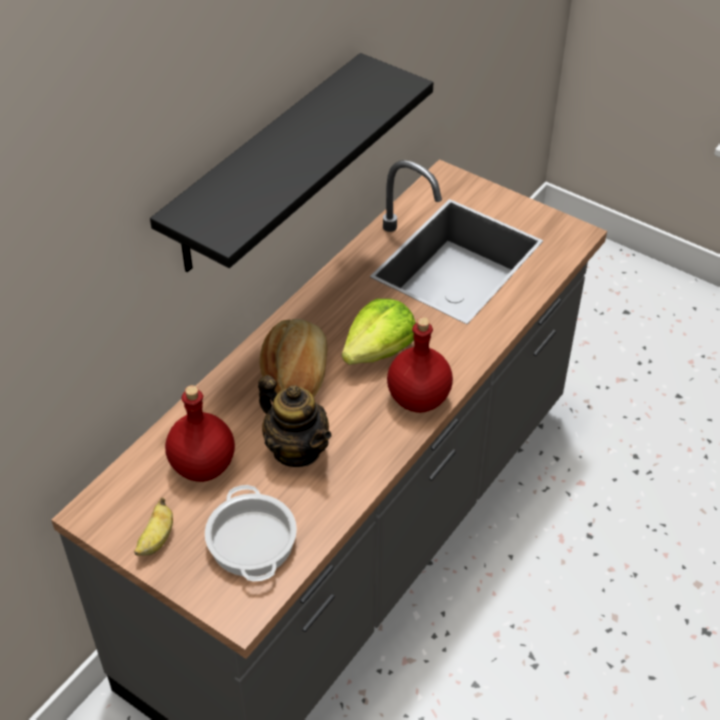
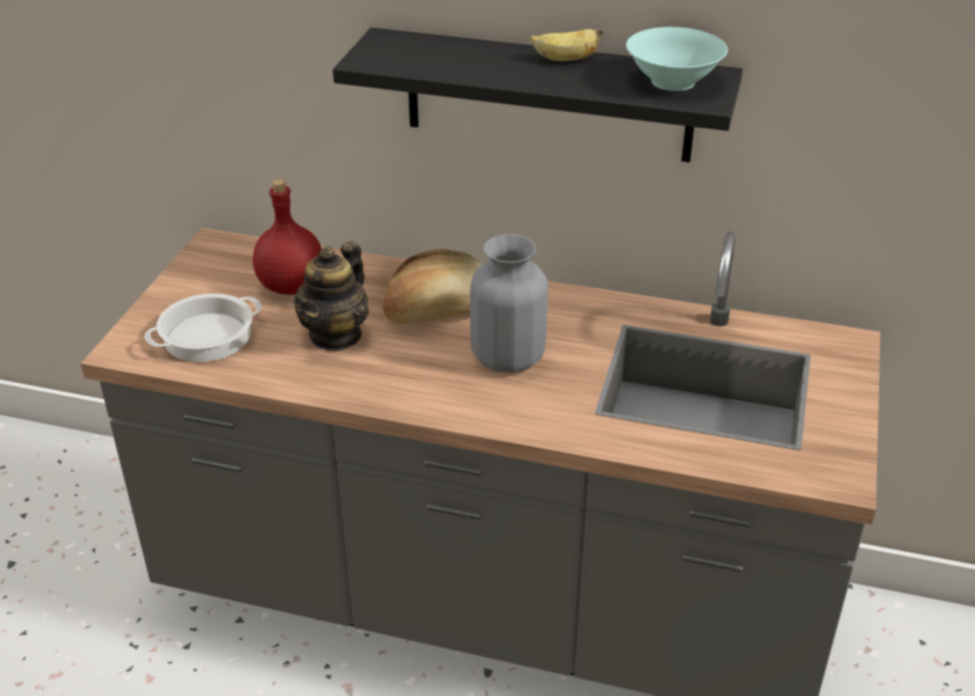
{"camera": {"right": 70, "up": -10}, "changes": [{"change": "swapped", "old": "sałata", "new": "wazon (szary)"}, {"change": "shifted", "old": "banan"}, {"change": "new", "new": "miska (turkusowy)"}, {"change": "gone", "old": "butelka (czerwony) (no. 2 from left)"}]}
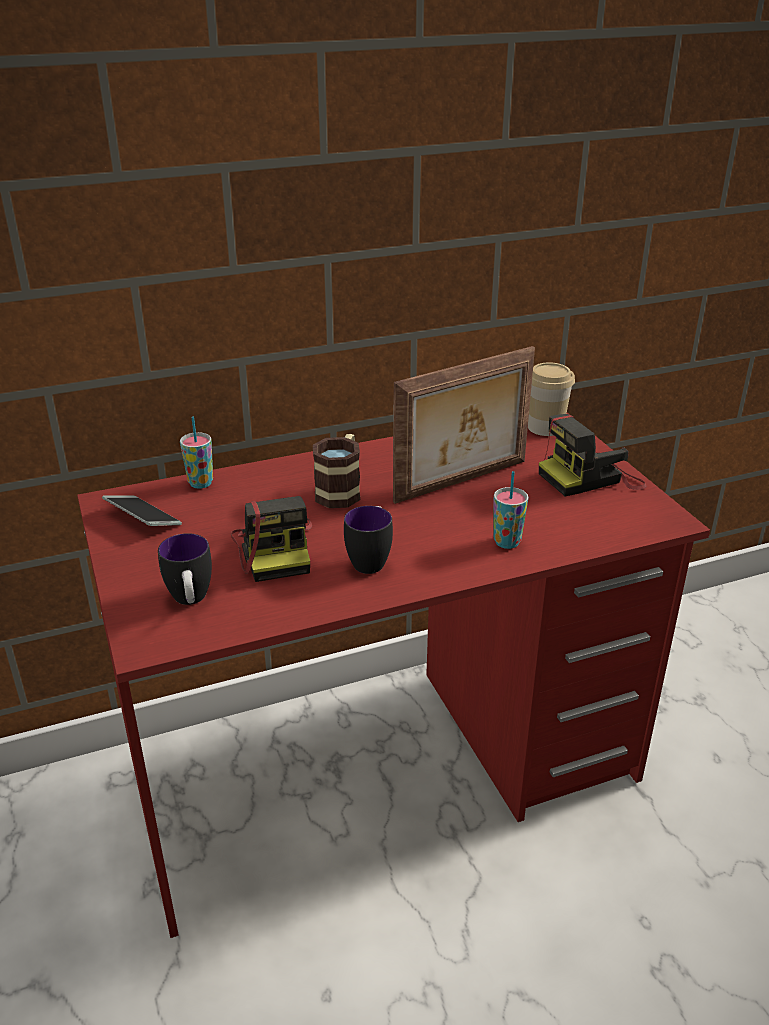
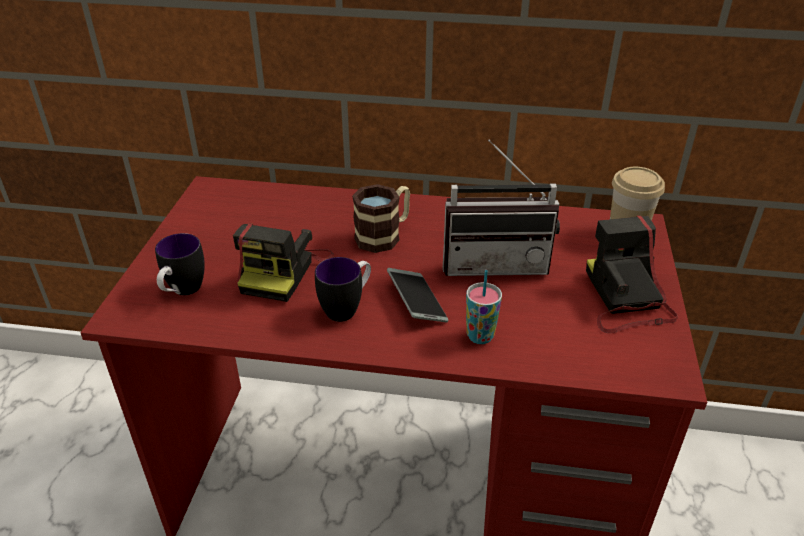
{"camera": {"right": 30, "up": 5}, "changes": [{"change": "shifted", "old": "telefon"}, {"change": "swapped", "old": "ramka na zdjęcie", "new": "radio"}, {"change": "rotated", "old": "aparat fotograficzny (no. 2 from left)", "degrees": 75}, {"change": "gone", "old": "filiżanka (no. 1 from left)"}]}
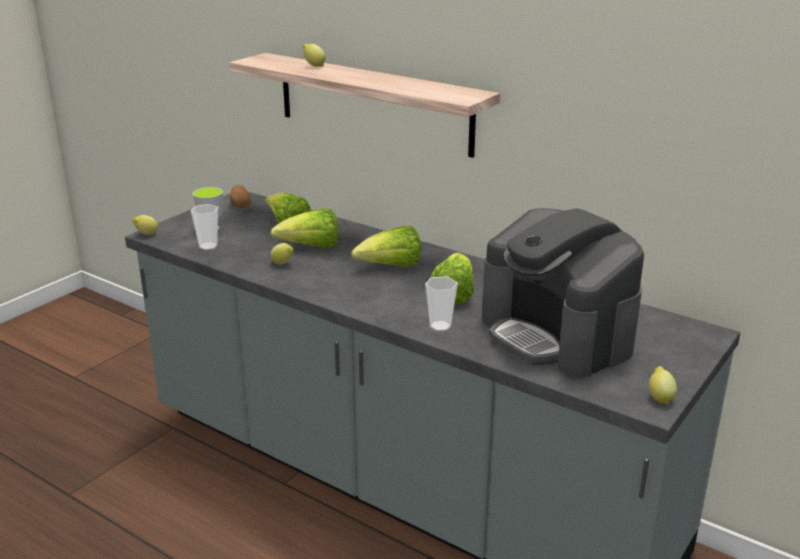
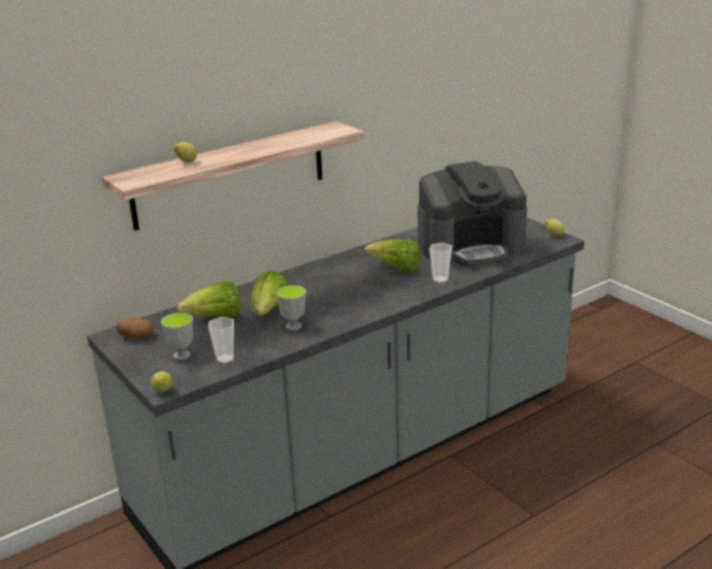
{"camera": {"right": -70, "up": 0}, "changes": [{"change": "swapped", "old": "cytryna (no. 2 from left)", "new": "filiżanka (no. 3 from left)"}, {"change": "gone", "old": "sałata (no. 3 from left)"}]}
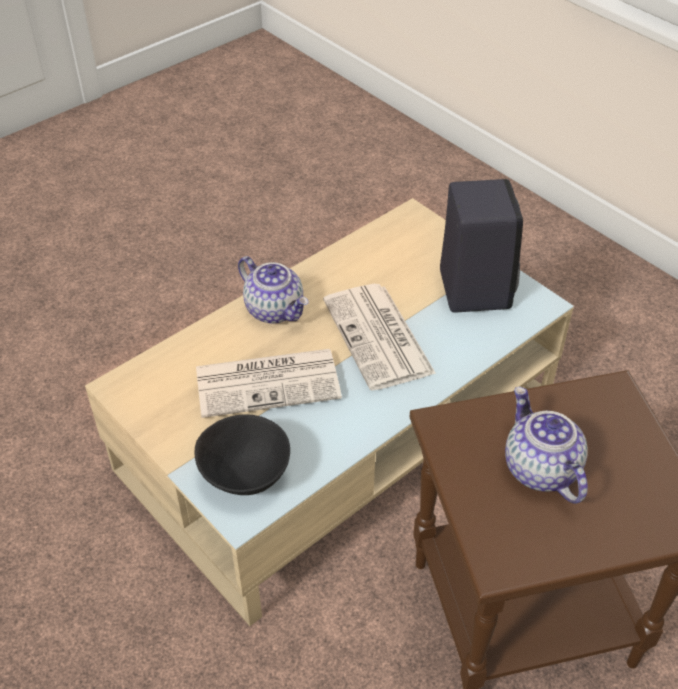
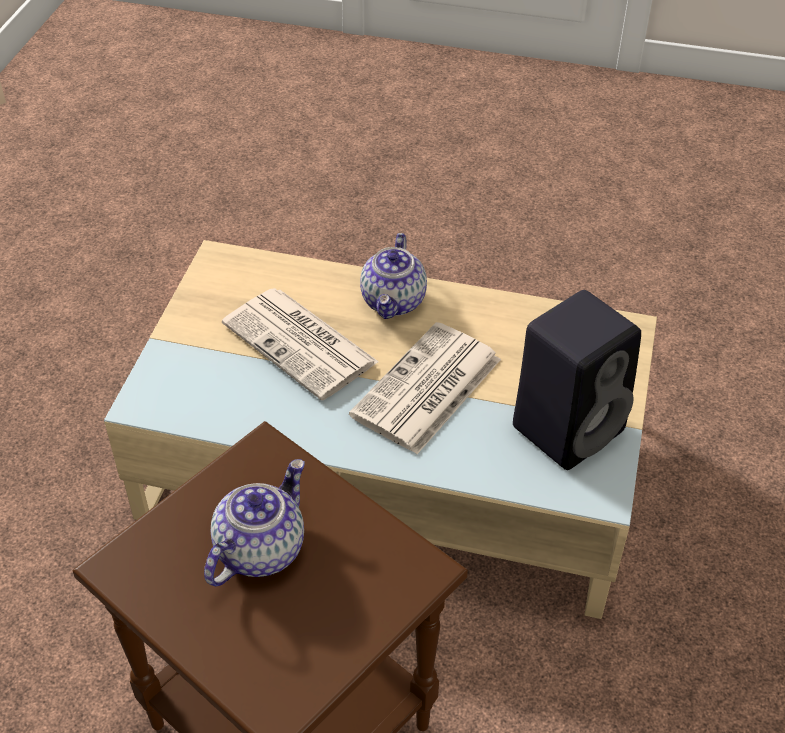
{"camera": {"right": 55, "up": 0}, "changes": [{"change": "gone", "old": "miska (czarny)"}]}
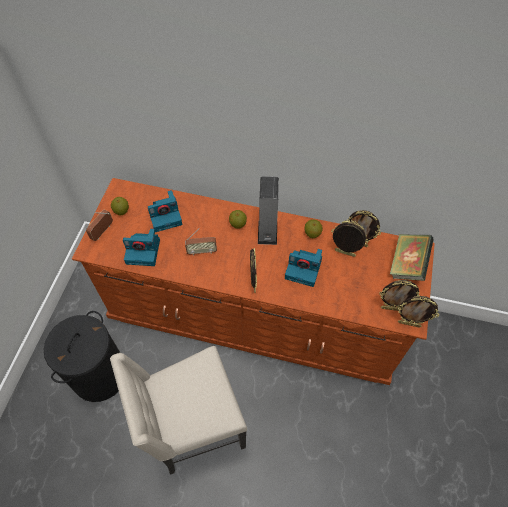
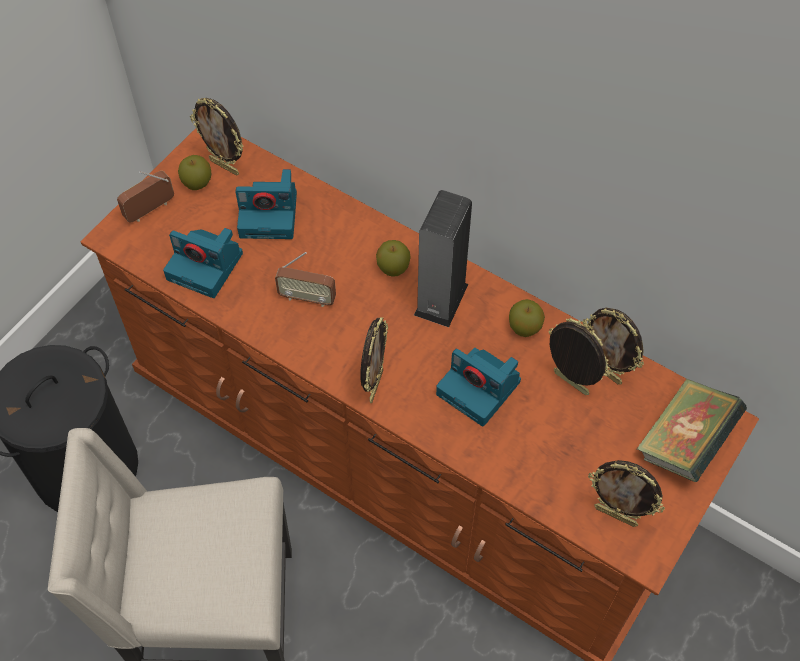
{"camera": {"right": 20, "up": 0}, "changes": [{"change": "shifted", "old": "ramka na zdjęcie (no. 5 from left in the first image)", "new": "ramka na zdjęcie (no. 1 from left)"}]}
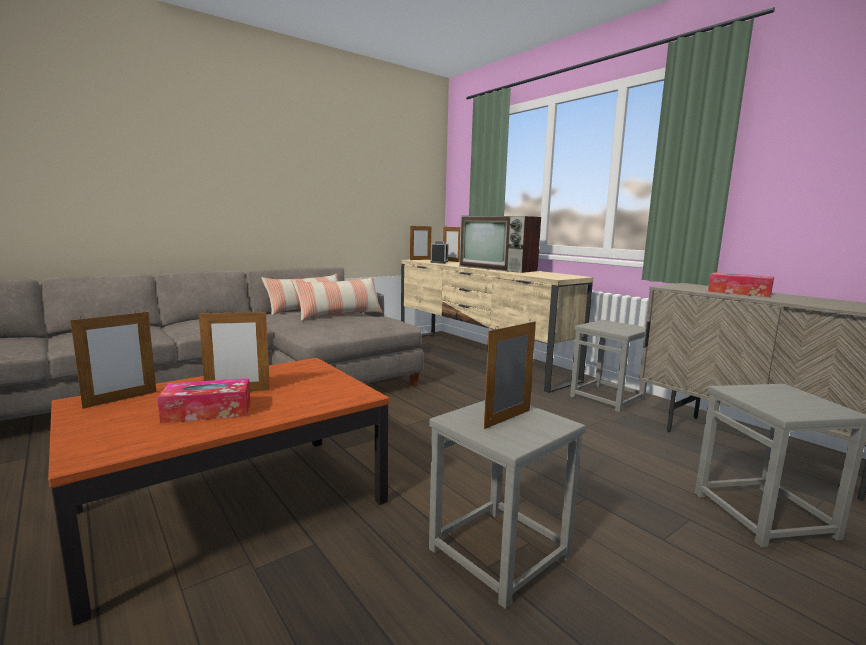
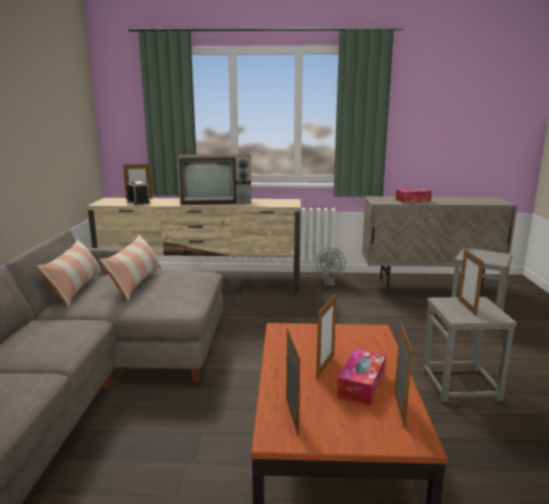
{"camera": {"right": -50, "up": 5}, "changes": [{"change": "swapped", "old": "stołek (szary) (no. 2 from left)", "new": "wentylator (szary)"}, {"change": "shifted", "old": "ramka na zdjęcie (no. 3 from left in the first image)", "new": "ramka na zdjęcie (no. 4 from left)"}]}
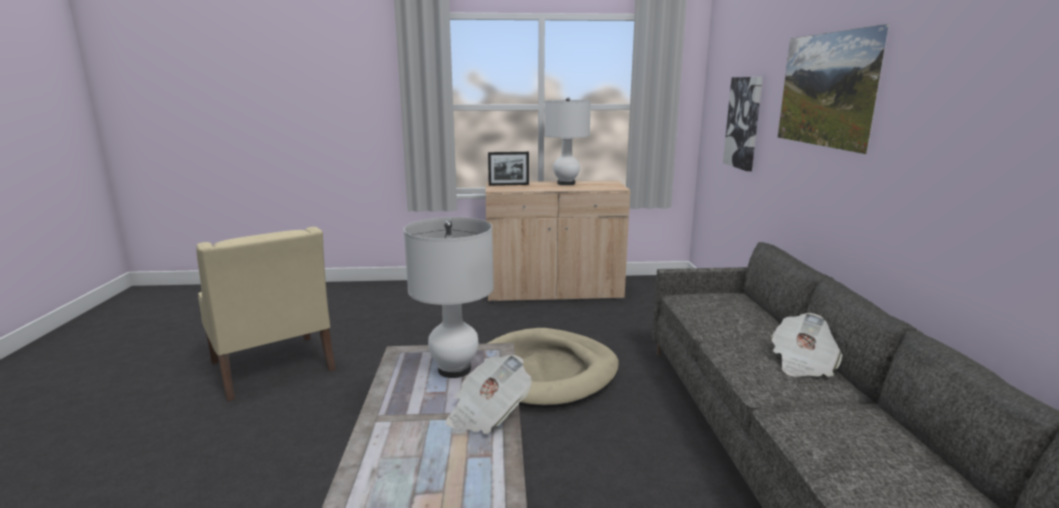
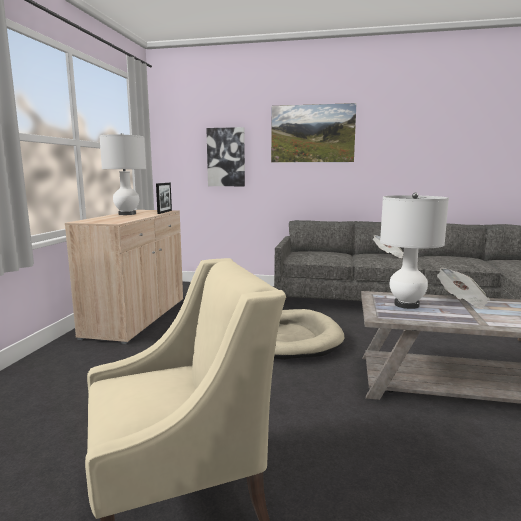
{"camera": {"right": -75, "up": -5}, "changes": [{"change": "shifted", "old": "ramka na zdjęcie"}]}
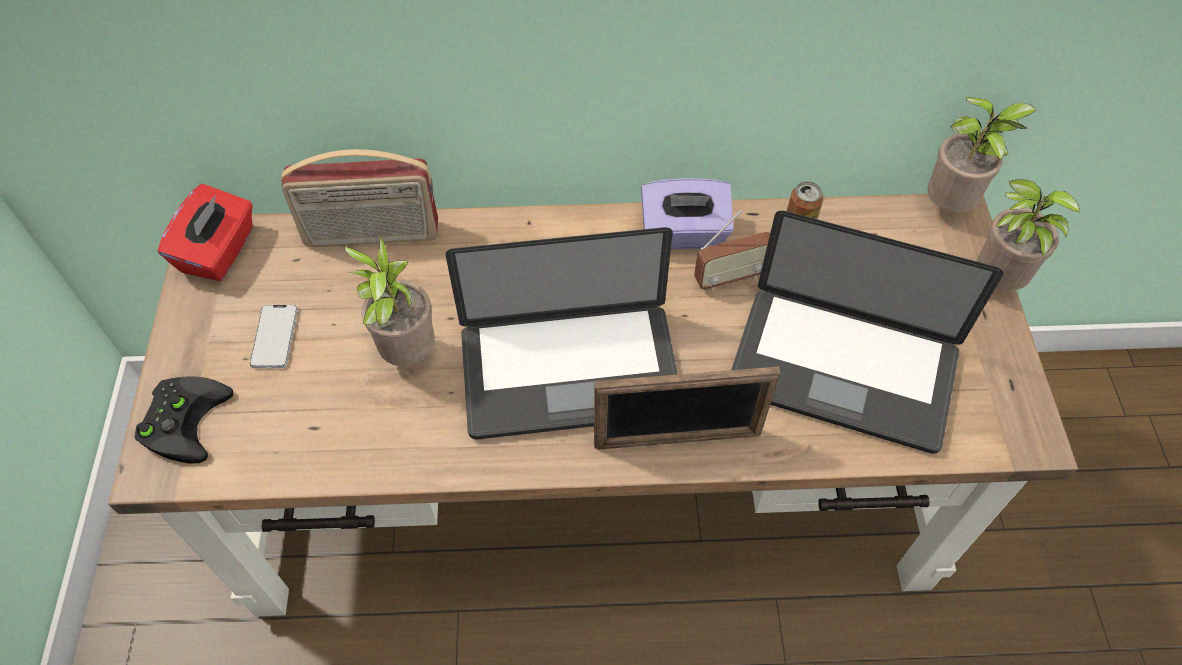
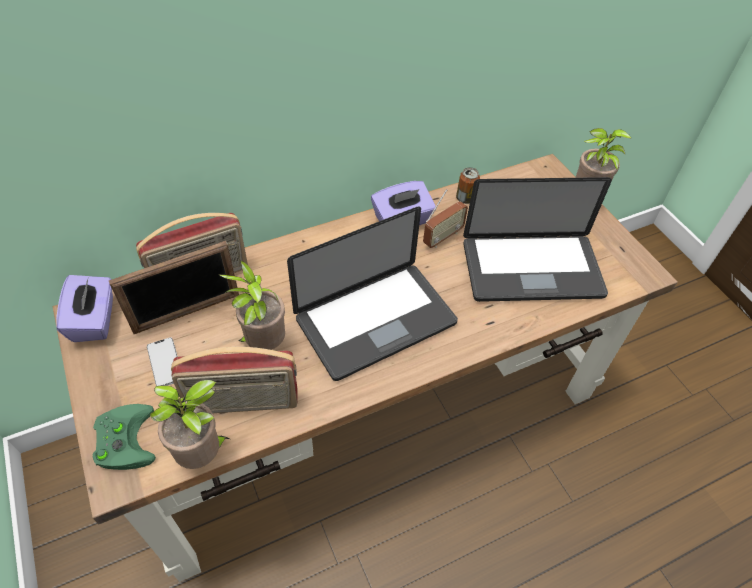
{"camera": {"right": -25, "up": -5}, "changes": [{"change": "repainted", "old": "pudełko chusteczek (czerwony)", "new": "pudełko chusteczek (fioletowy) (no. 1 from left)"}, {"change": "repainted", "old": "pad do gier (czarny)", "new": "pad do gier (zielony)"}, {"change": "shifted", "old": "ramka na zdjęcie"}, {"change": "shifted", "old": "roślina doniczkowa (no. 2 from left in the first image)", "new": "roślina doniczkowa (no. 1 from left)"}, {"change": "new", "new": "radio (no. 2 from left)"}]}
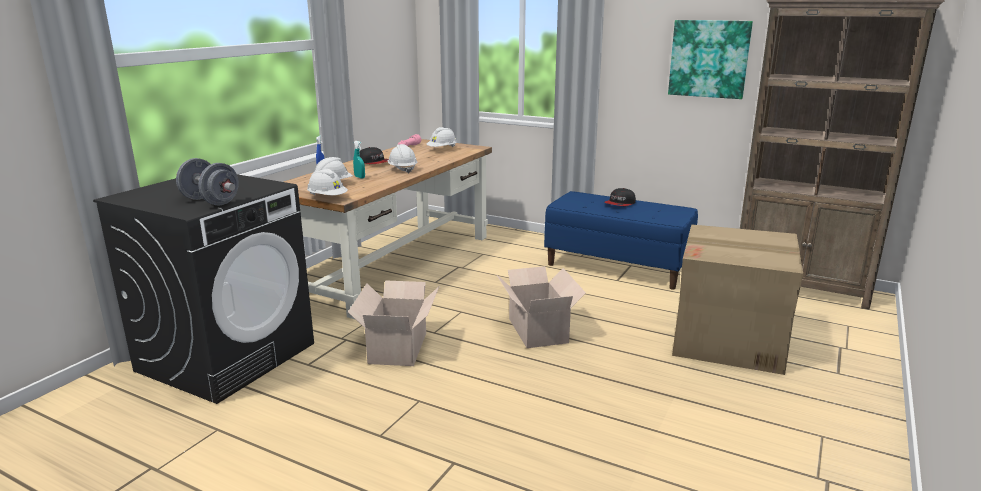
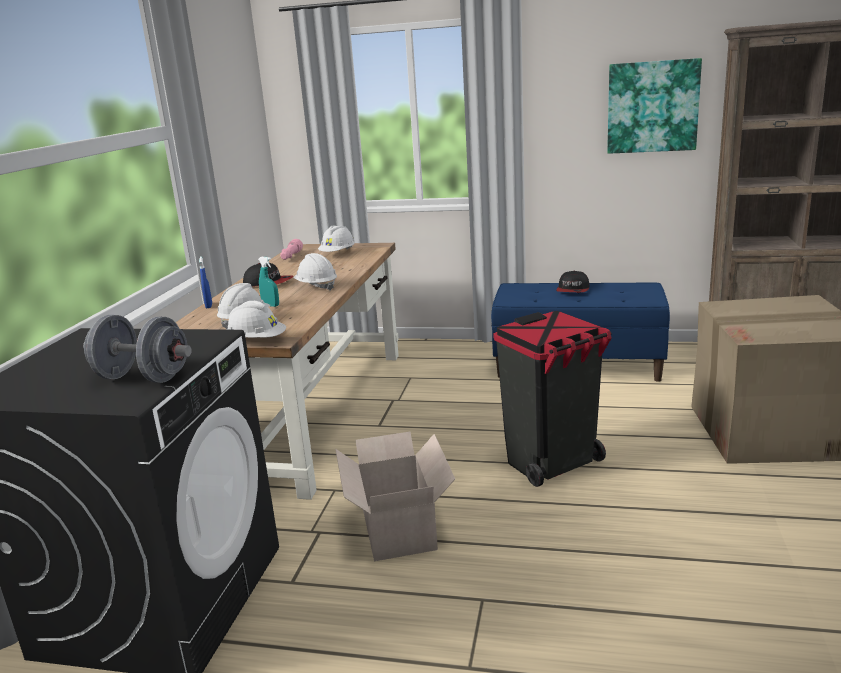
{"camera": {"right": -15, "up": 0}, "changes": [{"change": "swapped", "old": "karton (no. 2 from left)", "new": "kosz na śmieci (czarny)"}]}
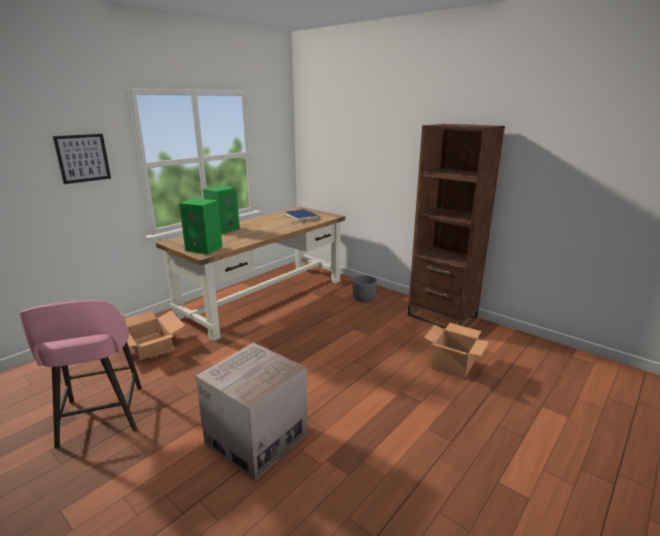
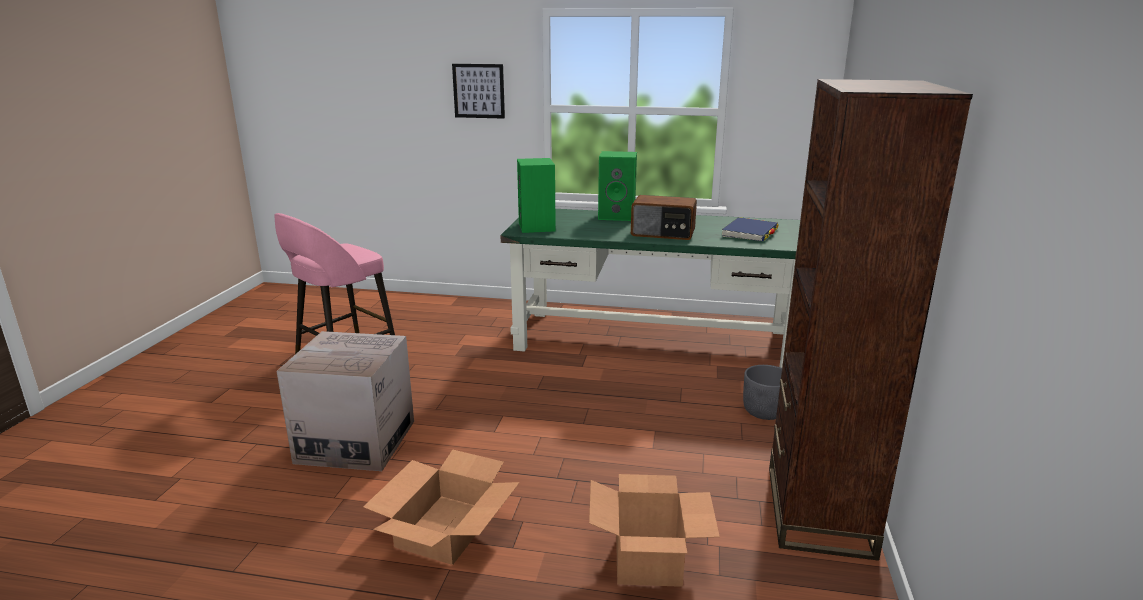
{"camera": {"right": 60, "up": 0}, "changes": [{"change": "shifted", "old": "karton (no. 1 from left in the first image)", "new": "karton (no. 2 from left)"}, {"change": "repainted", "old": "biurko (brązowy)", "new": "biurko (zielony)"}, {"change": "new", "new": "radio"}]}
